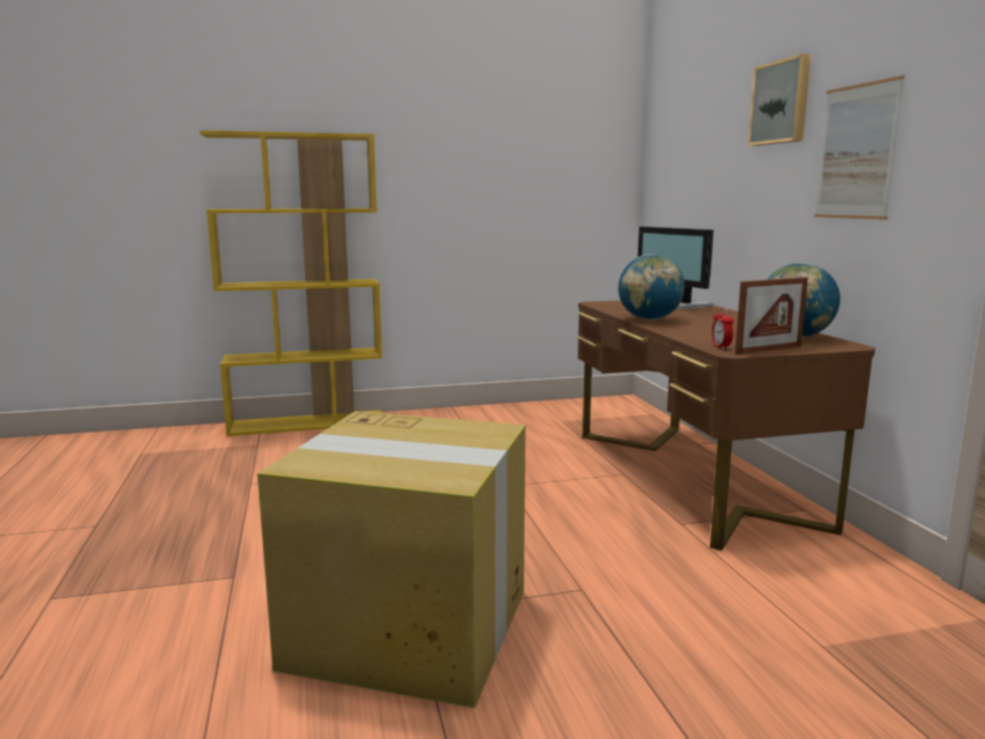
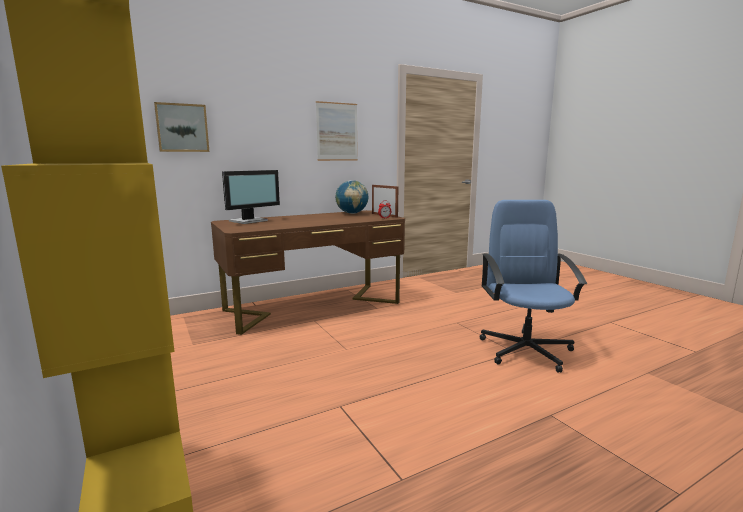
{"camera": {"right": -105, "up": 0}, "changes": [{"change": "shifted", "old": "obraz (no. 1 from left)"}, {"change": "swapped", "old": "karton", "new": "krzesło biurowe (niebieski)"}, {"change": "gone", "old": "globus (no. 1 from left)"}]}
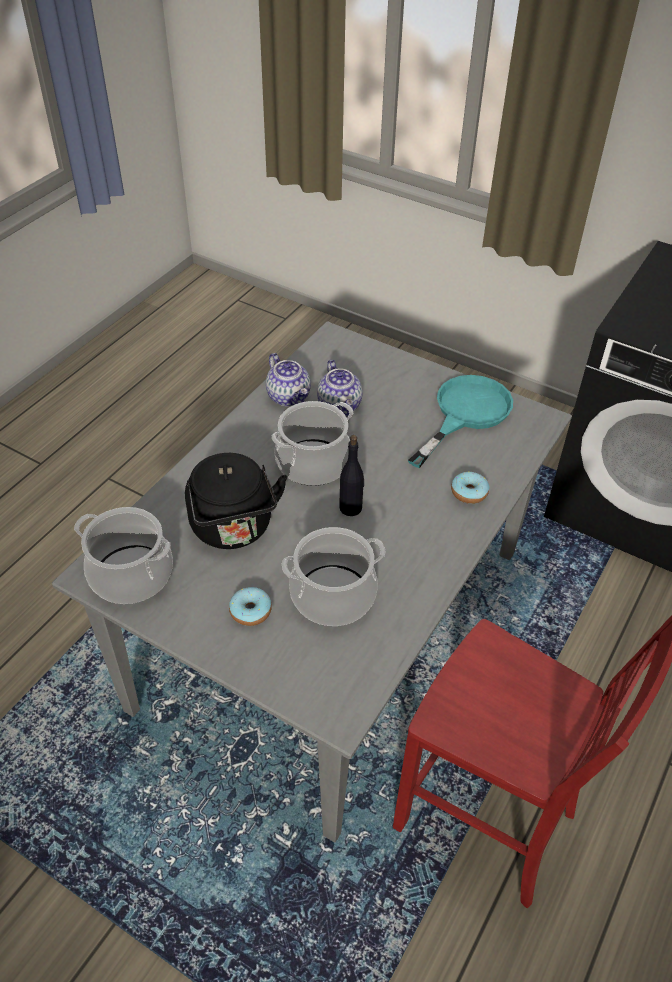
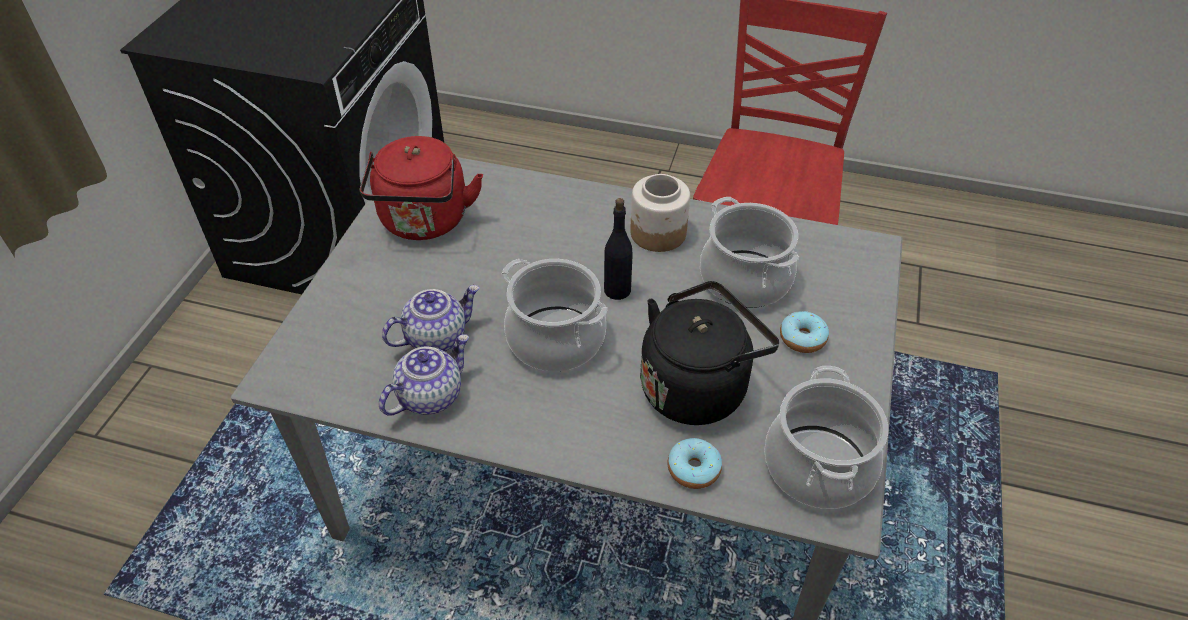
{"camera": {"right": -105, "up": 0}, "changes": [{"change": "swapped", "old": "patelnia (turkusowy)", "new": "czajnik (czerwony)"}, {"change": "new", "new": "słoik"}, {"change": "shifted", "old": "donut (no. 2 from left in the first image)", "new": "donut (no. 1 from left)"}]}
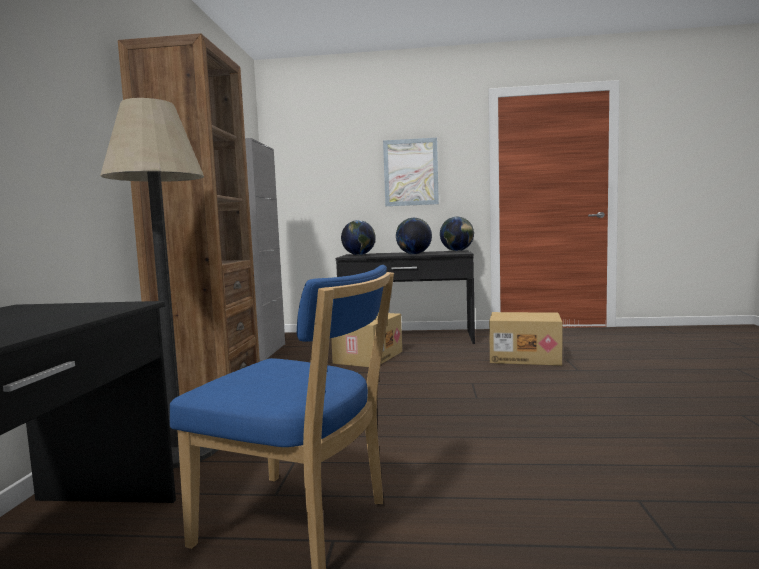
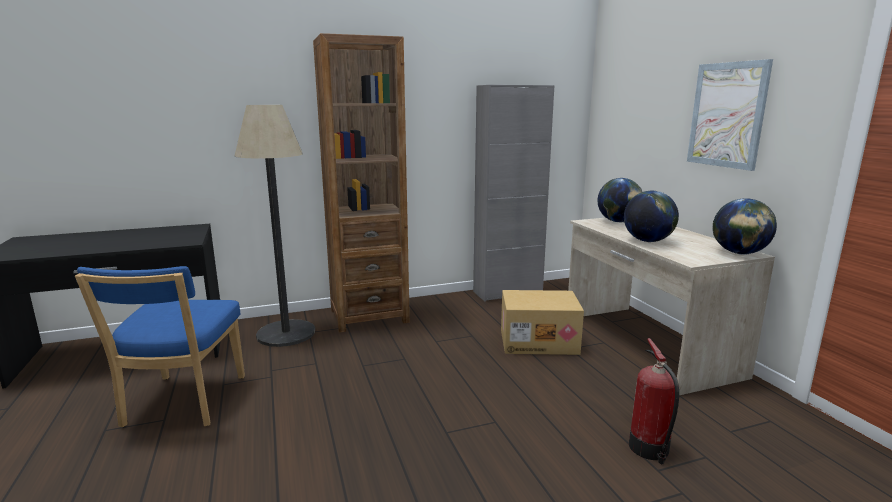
{"camera": {"right": 65, "up": 10}, "changes": [{"change": "repainted", "old": "biurko (czarny) (no. 2 from left)", "new": "biurko (beżowy)"}, {"change": "swapped", "old": "karton (no. 2 from left)", "new": "gaśnica"}]}
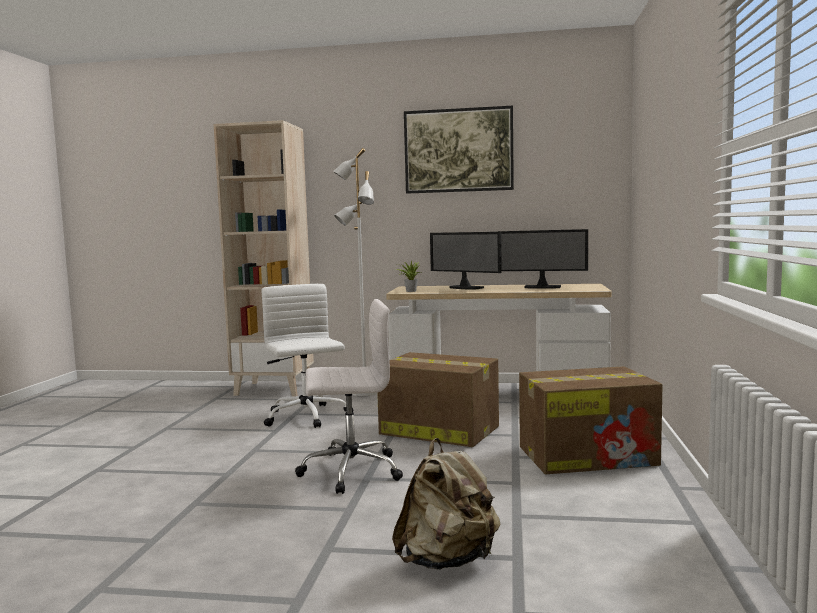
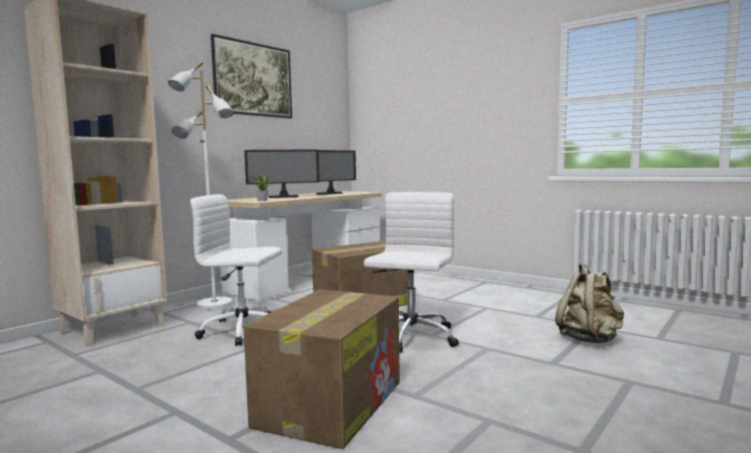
{"camera": {"right": -60, "up": 0}, "changes": [{"change": "shifted", "old": "karton (no. 2 from left in the first image)", "new": "karton (no. 1 from left)"}]}
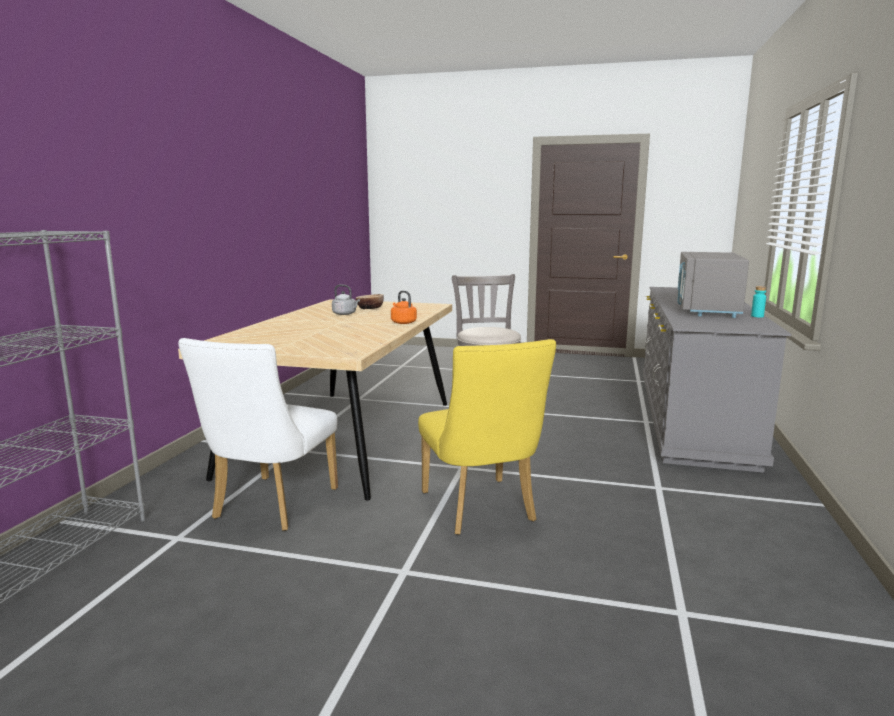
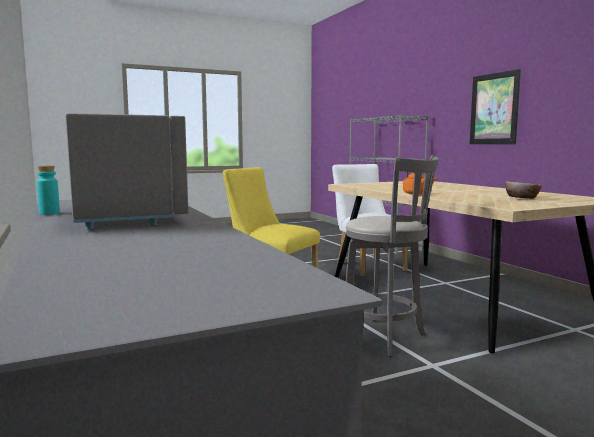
{"camera": {"right": 140, "up": -5}, "changes": [{"change": "new", "new": "obraz"}, {"change": "gone", "old": "czajnik (szary)"}]}
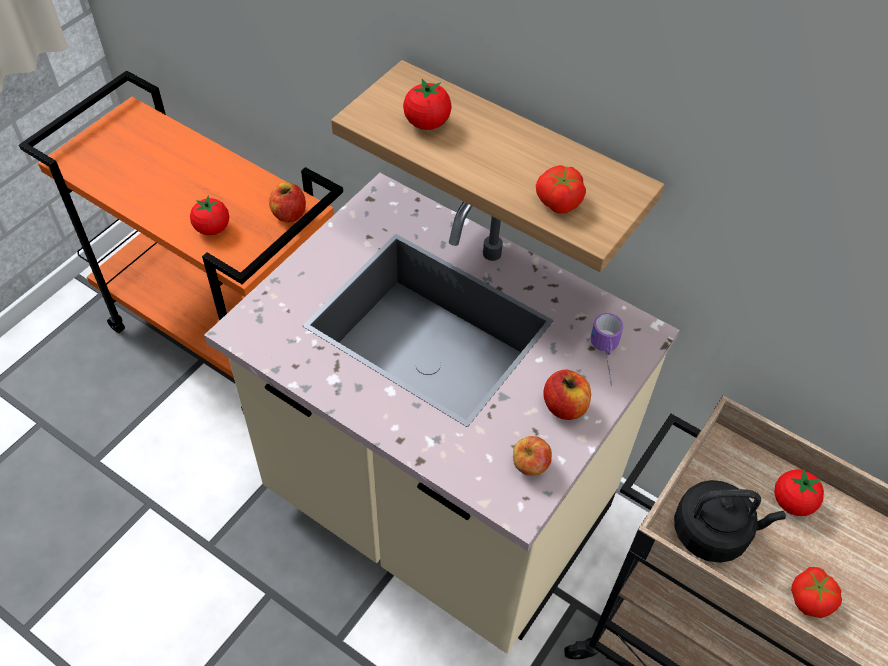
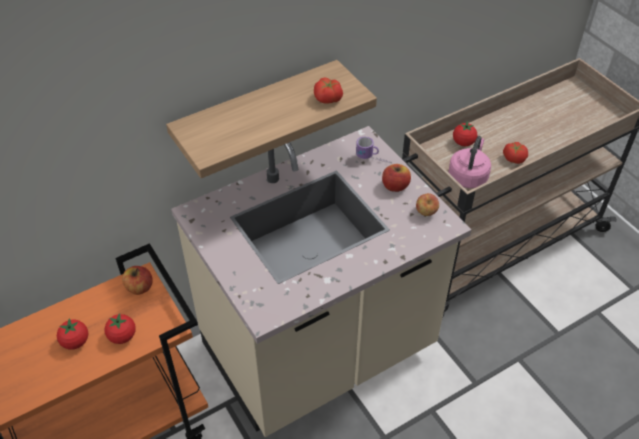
{"camera": {"right": -65, "up": -5}, "changes": [{"change": "shifted", "old": "pomidor (no. 2 from left in the first image)", "new": "pomidor (no. 1 from left)"}, {"change": "repainted", "old": "czajnik (czarny)", "new": "czajnik (różowy)"}]}
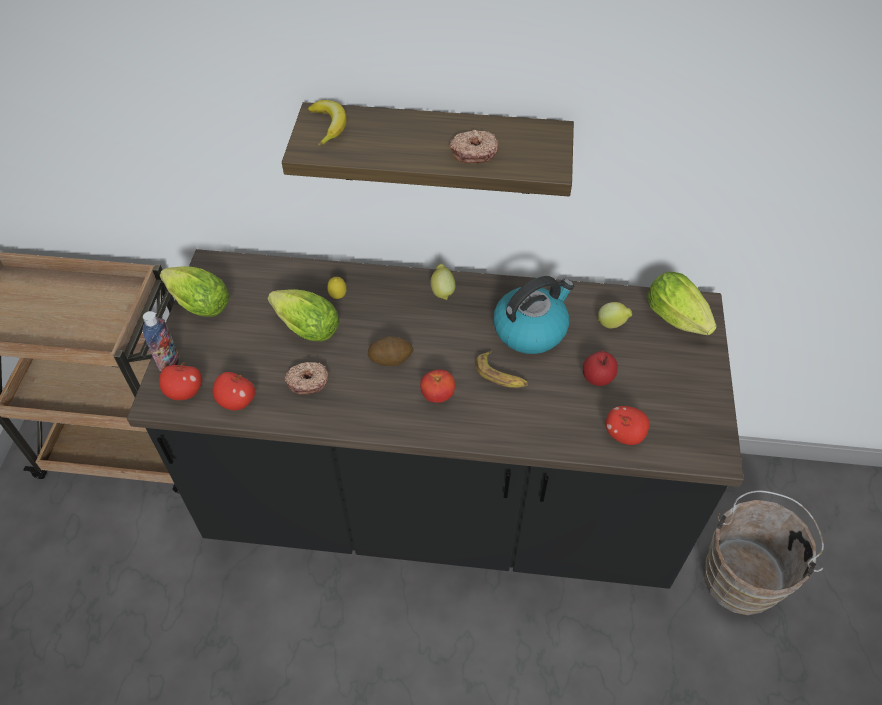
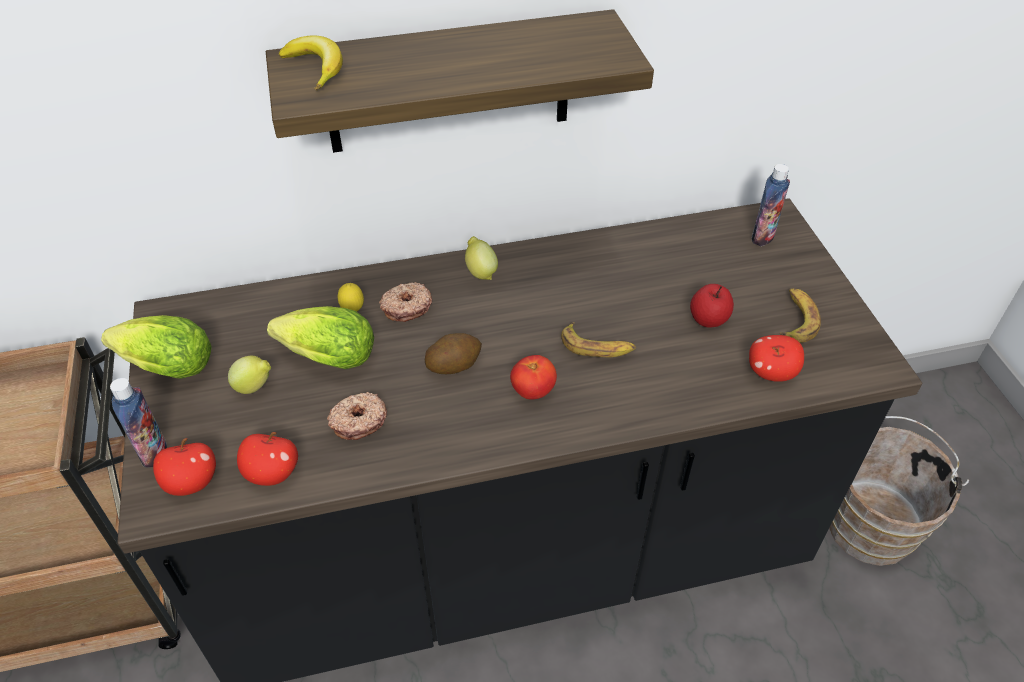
{"camera": {"right": -20, "up": -5}, "changes": [{"change": "shifted", "old": "cytryna (no. 3 from left in the first image)", "new": "cytryna (no. 1 from left)"}, {"change": "shifted", "old": "donut (no. 2 from left)"}, {"change": "swapped", "old": "sałata (no. 3 from left)", "new": "butelka (no. 2 from left)"}, {"change": "new", "new": "banan (no. 3 from left)"}, {"change": "gone", "old": "czajnik"}]}
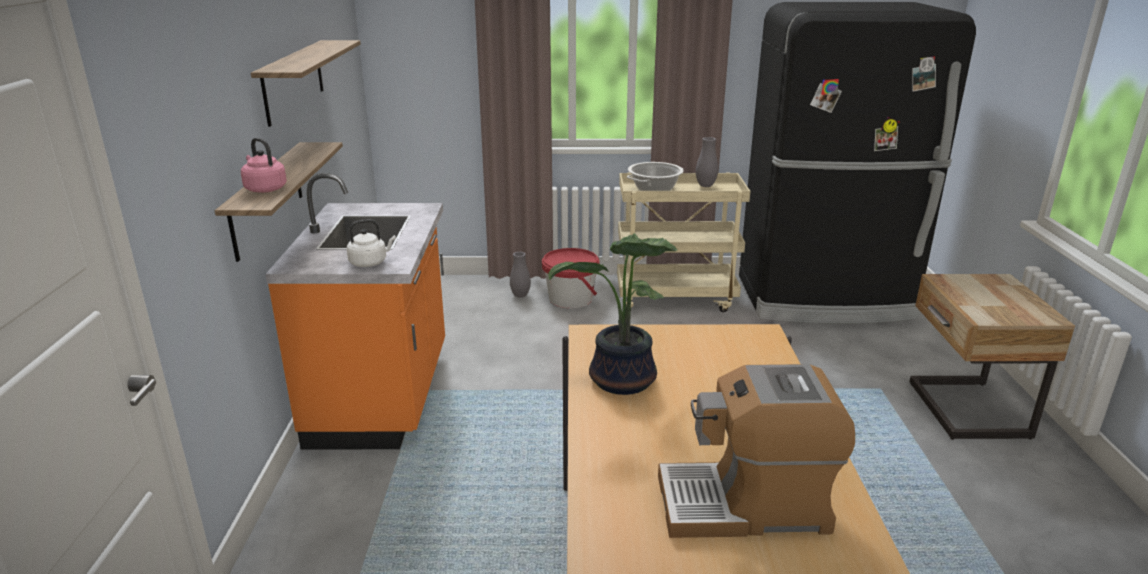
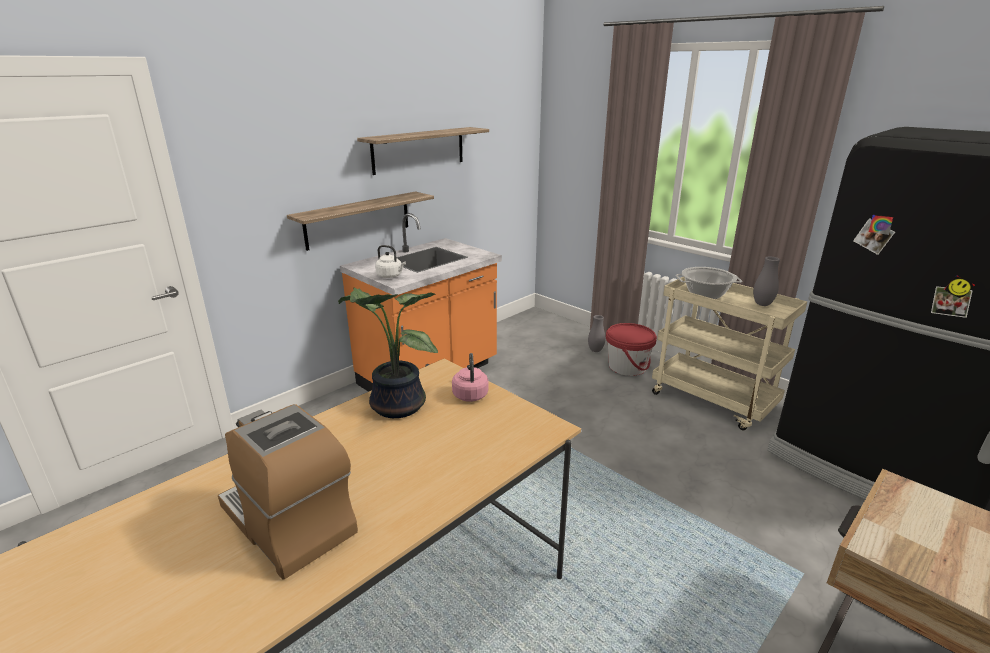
{"camera": {"right": 45, "up": 0}, "changes": [{"change": "shifted", "old": "czajnik (różowy)"}]}
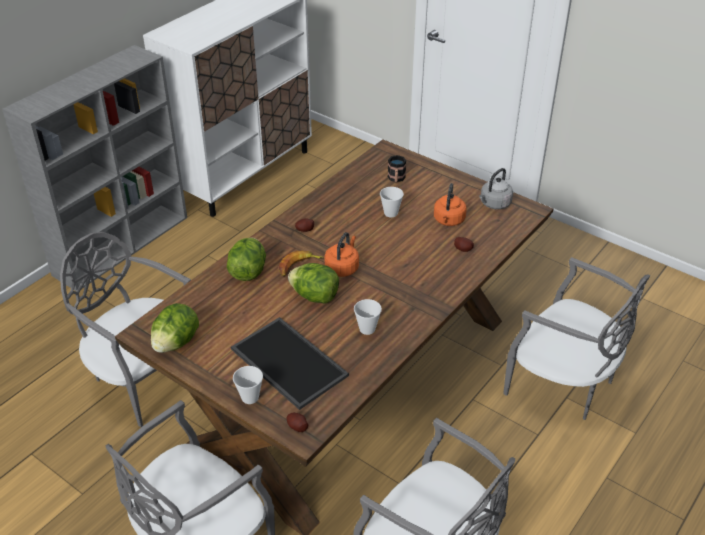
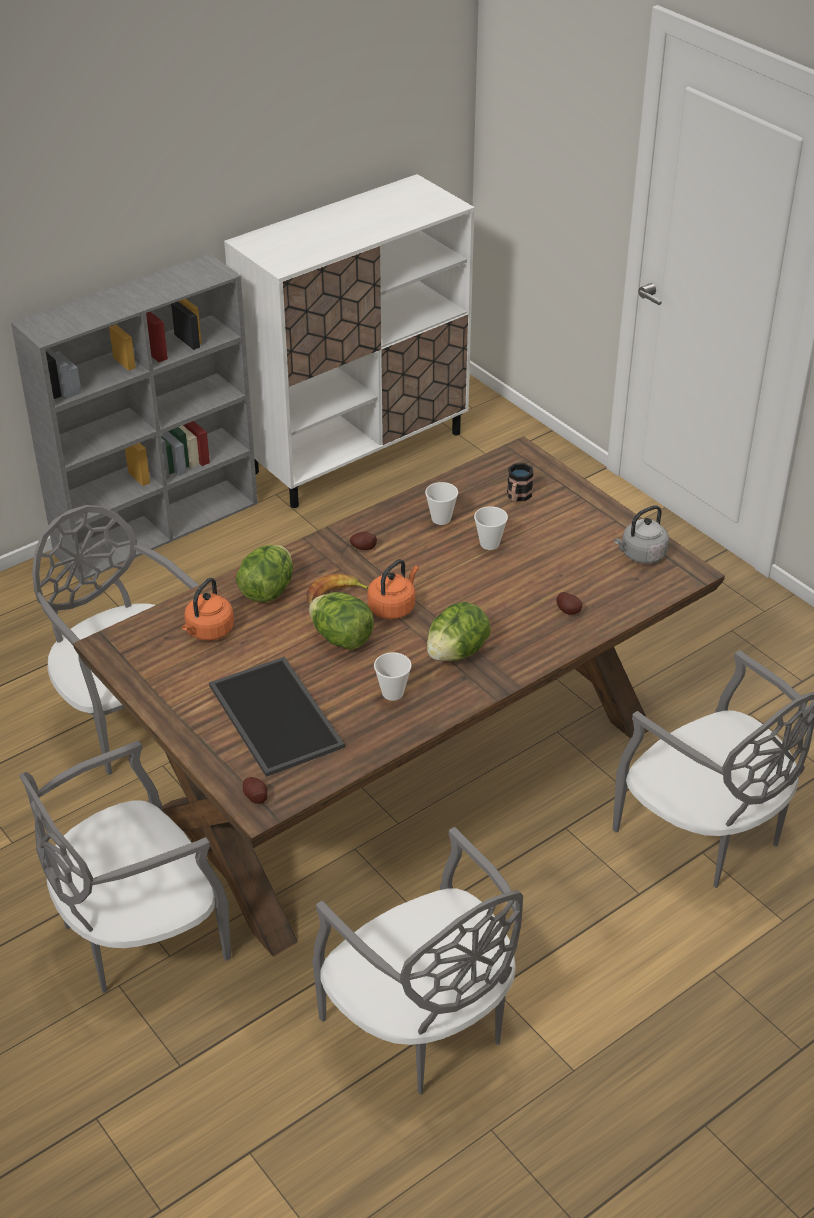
{"camera": {"right": 15, "up": 0}, "changes": [{"change": "shifted", "old": "czajnik (pomarańczowy) (no. 2 from left in the first image)", "new": "czajnik (pomarańczowy) (no. 1 from left)"}, {"change": "shifted", "old": "filiżanka (no. 1 from left in the first image)", "new": "filiżanka (no. 2 from left)"}, {"change": "shifted", "old": "sałata (no. 1 from left in the first image)", "new": "sałata (no. 3 from left)"}]}
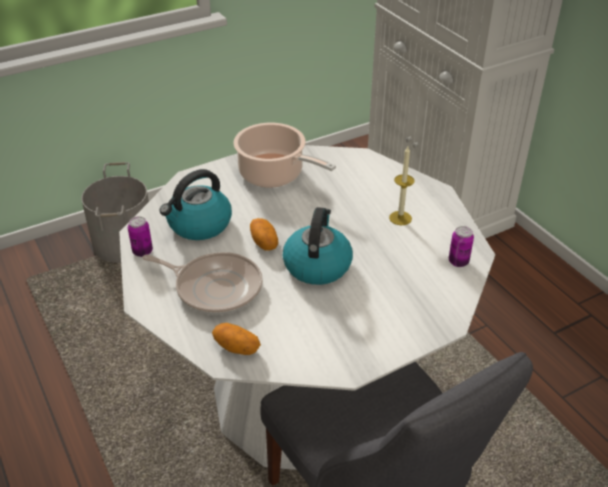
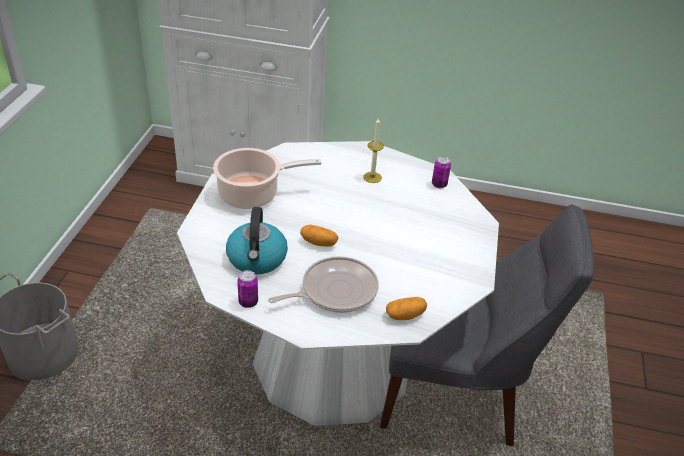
{"camera": {"right": -50, "up": 0}, "changes": [{"change": "gone", "old": "czajnik (no. 2 from left)"}]}
